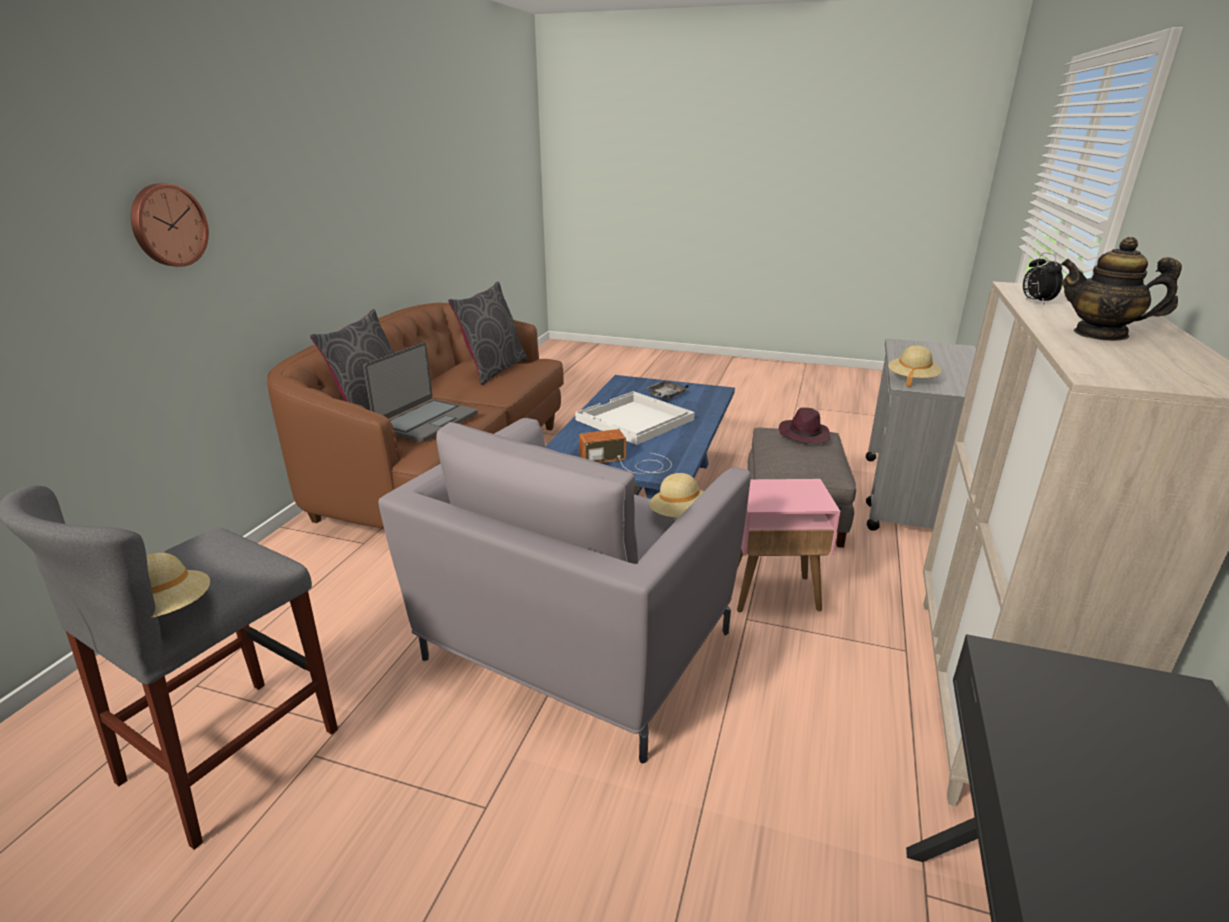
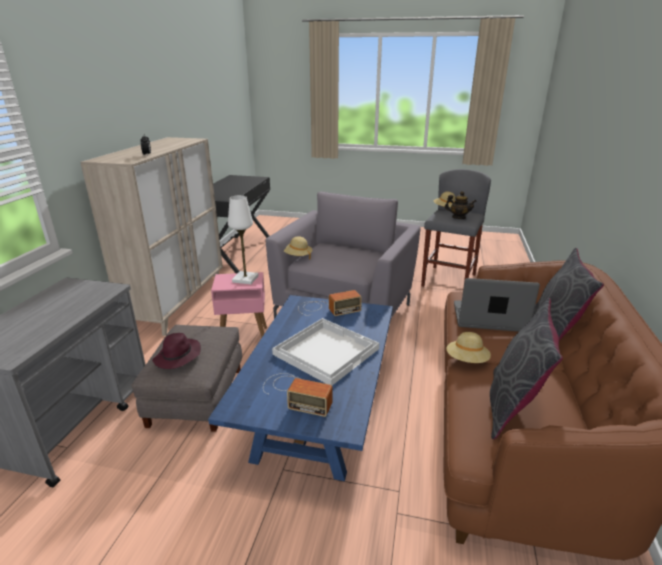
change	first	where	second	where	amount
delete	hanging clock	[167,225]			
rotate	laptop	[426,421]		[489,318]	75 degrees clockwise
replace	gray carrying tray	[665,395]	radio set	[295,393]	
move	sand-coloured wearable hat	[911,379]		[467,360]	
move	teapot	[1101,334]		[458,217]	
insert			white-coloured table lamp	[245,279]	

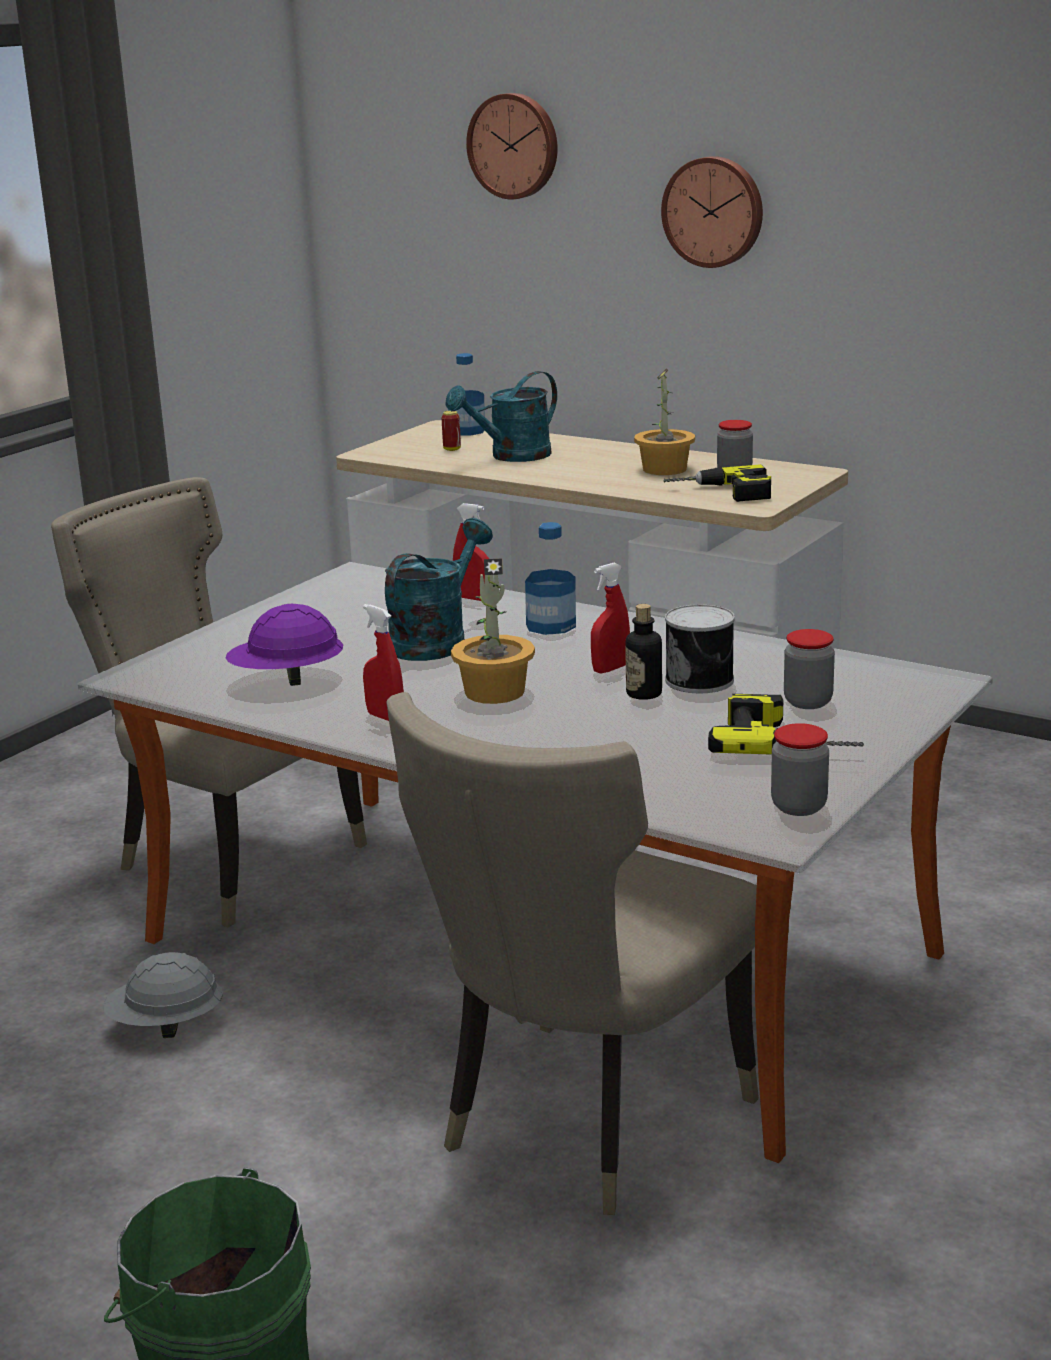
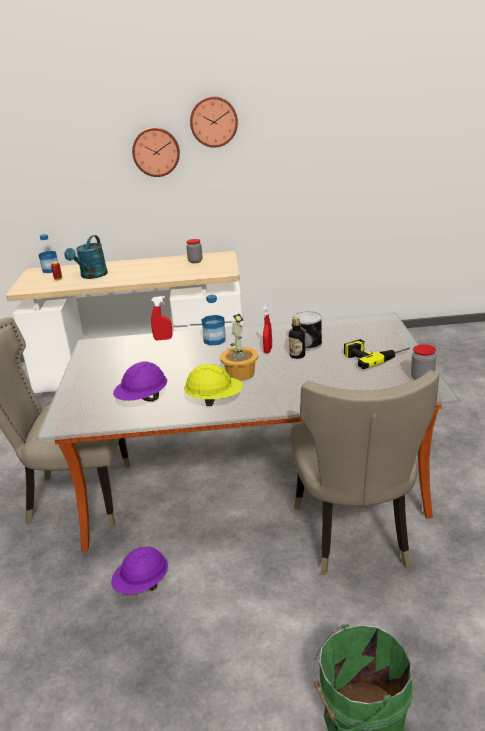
change	first	where	second	where	amount
recolor	gray hard hat	[166,1026]	purple-coloured hard hat	[142,584]	
replace	reddish spray bottle	[385,717]	yellow-coloured hard hat	[214,400]	
delete	blue-green sprinkling can	[435,641]			
move	hanging clock	[514,146]		[213,121]	
delete	plant in a pot	[665,469]			
delete	electric drill	[721,493]			
delete	preserve jar	[808,702]			

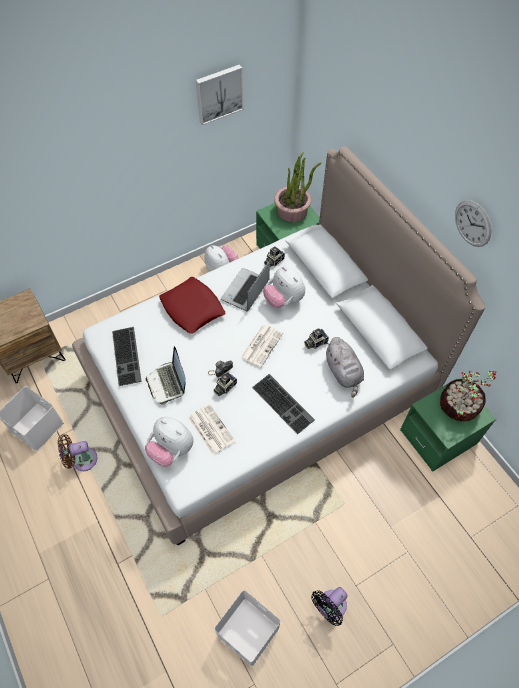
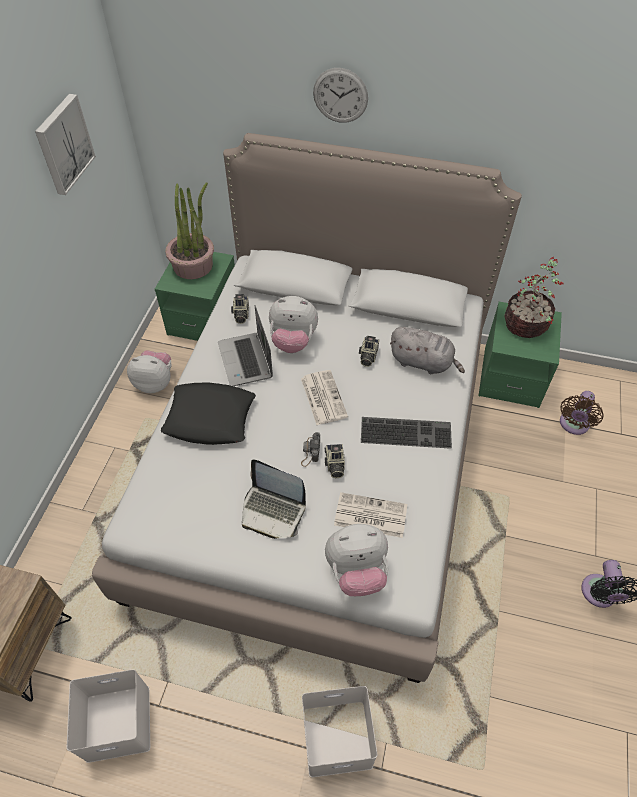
change	first	where	second	where	amount
move	brown cooling fan	[82,460]		[573,425]	
delete	keyboard	[128,356]			
recolor	reddish cushion	[192,308]	black cushion	[210,418]	
move	white-coloured storage box	[249,631]		[338,736]	
move	hanging clock	[472,223]		[340,95]	

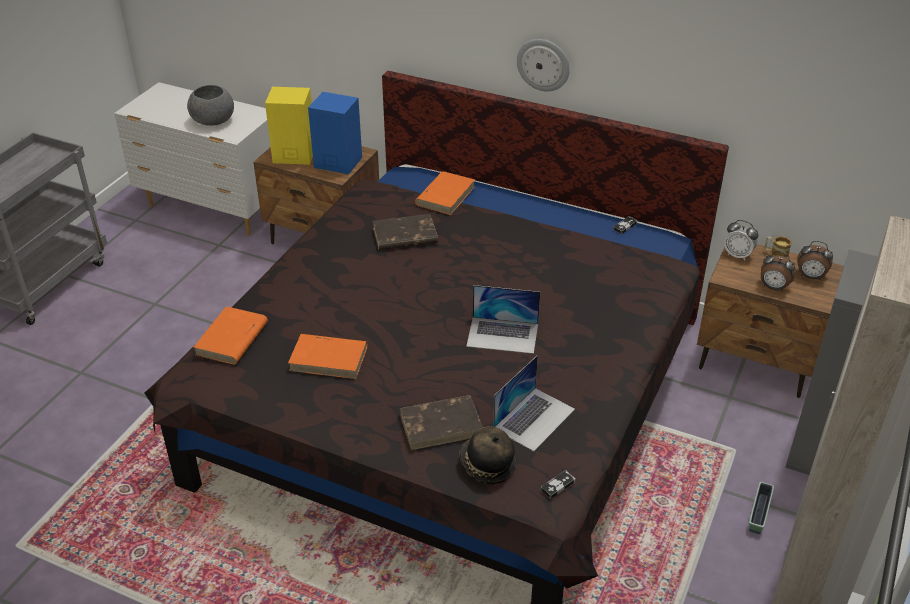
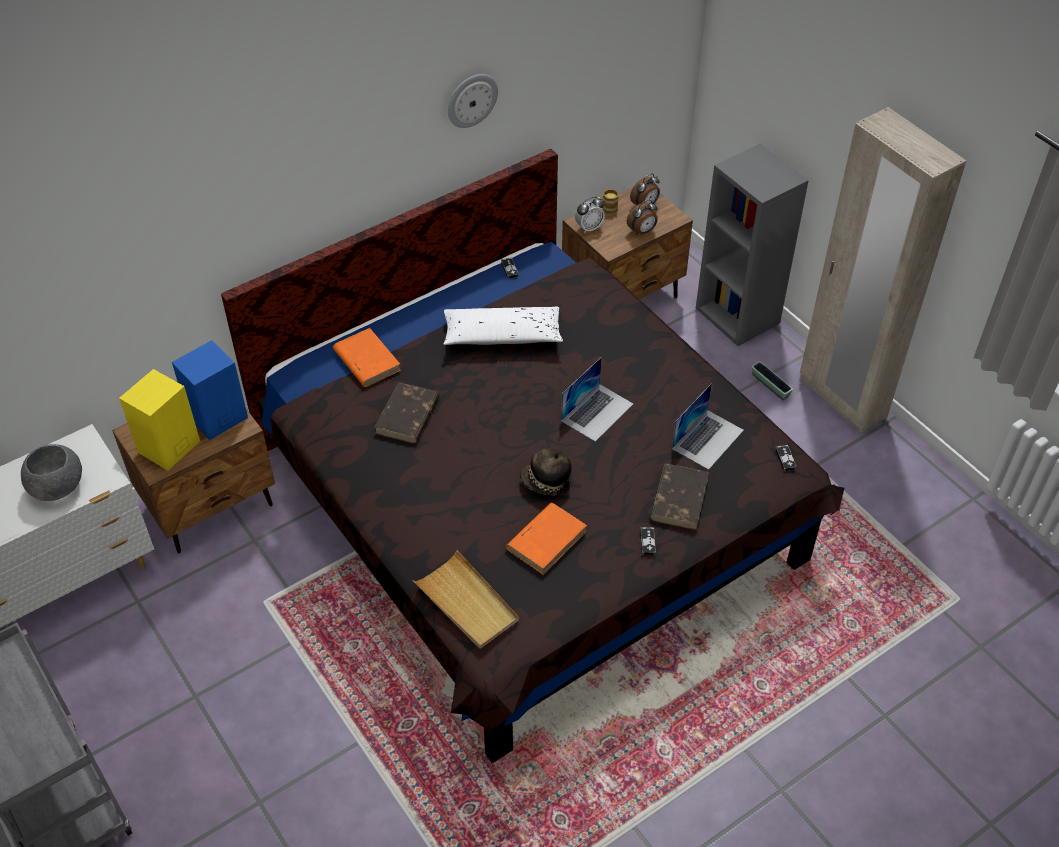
change	first	where	second	where	amount
replace	orange bound book	[231,339]	sand-coloured carrying tray	[467,603]	
move	wearable hat	[486,465]		[546,483]	
rotate	laptop	[534,418]		[707,439]	60 degrees clockwise
move	hanging clock	[543,64]		[471,100]	
insert			white-coloured cushion	[502,335]	
insert			joypad	[647,542]	

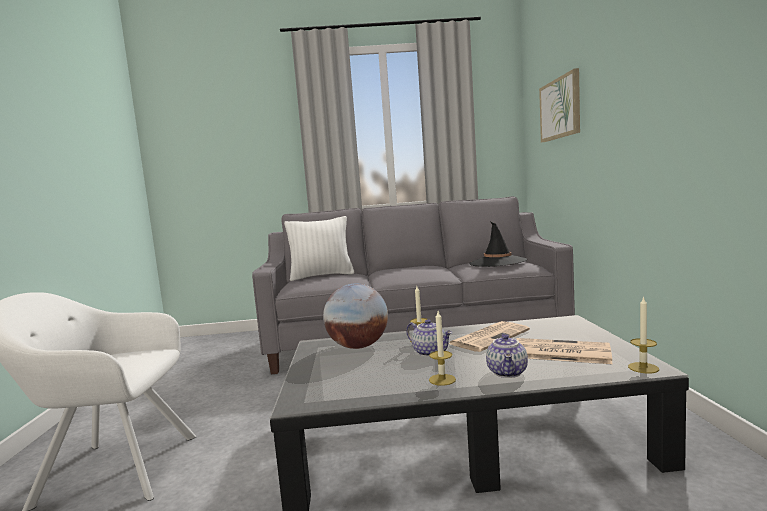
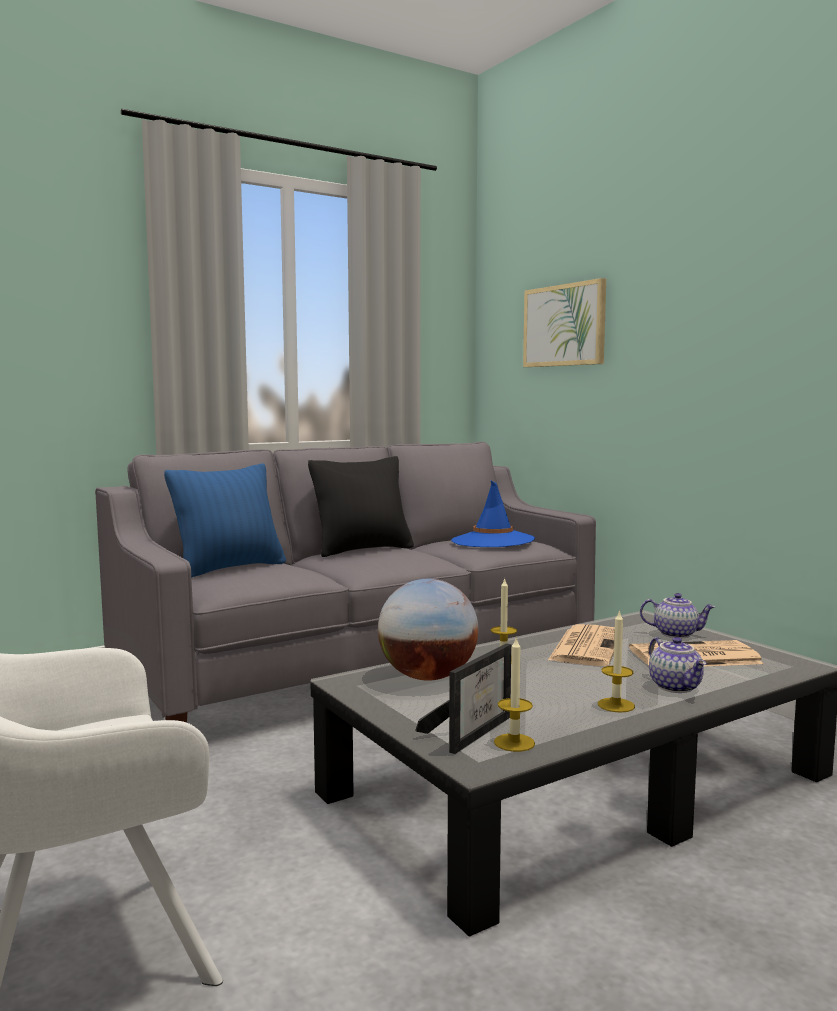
change	first	where	second	where	amount
recolor	white-coloured cushion	[322,276]	blue-coloured cushion	[229,568]	
move	teapot	[430,352]		[676,634]	
recolor	black wearable hat	[497,262]	blue-coloured wearable hat	[492,541]	
move	wax light	[643,368]		[514,742]	
insert			black cushion	[362,550]	
insert			picture frame	[472,731]	

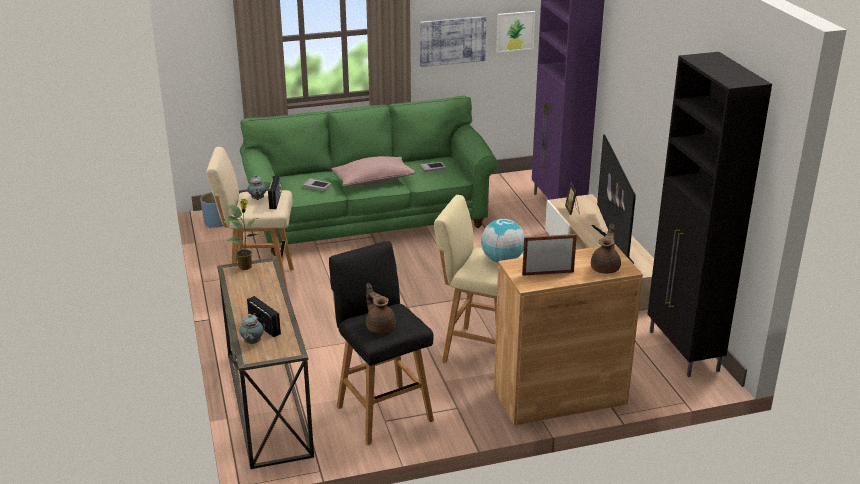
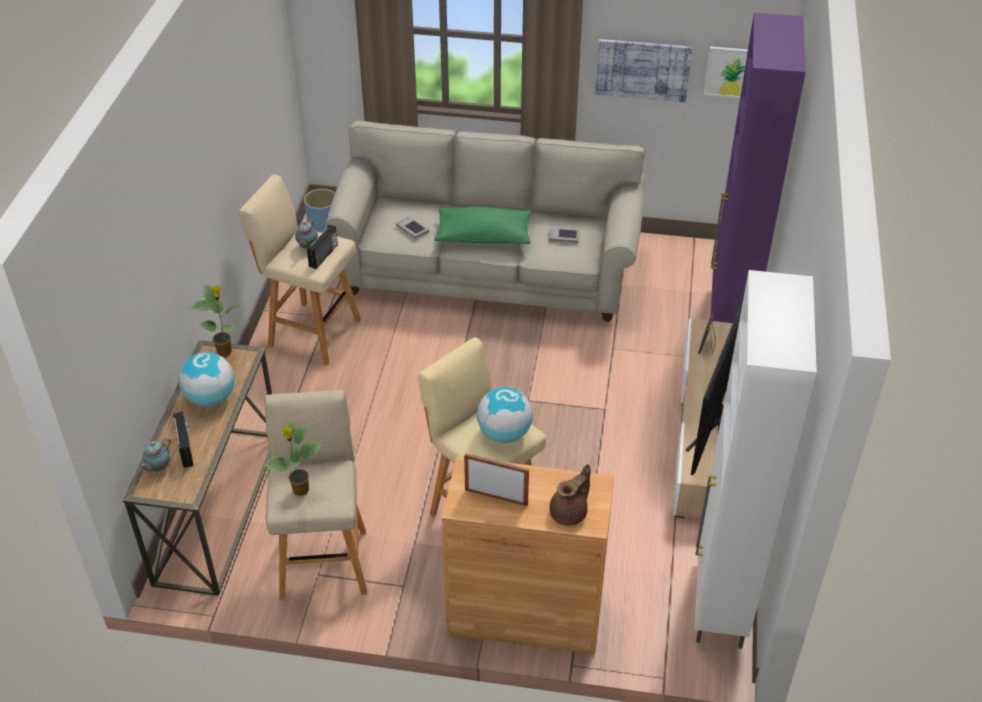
change	first	where	second	where	amount
recolor	green couch	[369,221]	sand-coloured couch	[488,272]	
recolor	black stool	[383,411]	sand-coloured stool	[323,561]	
recolor	pink cushion	[373,181]	green cushion	[483,236]	
replace	brown teapot	[380,326]	plant in a pot	[300,491]	
recolor	black cabinet	[683,351]	white-coloured cabinet	[719,601]	
insert			globe	[211,398]	

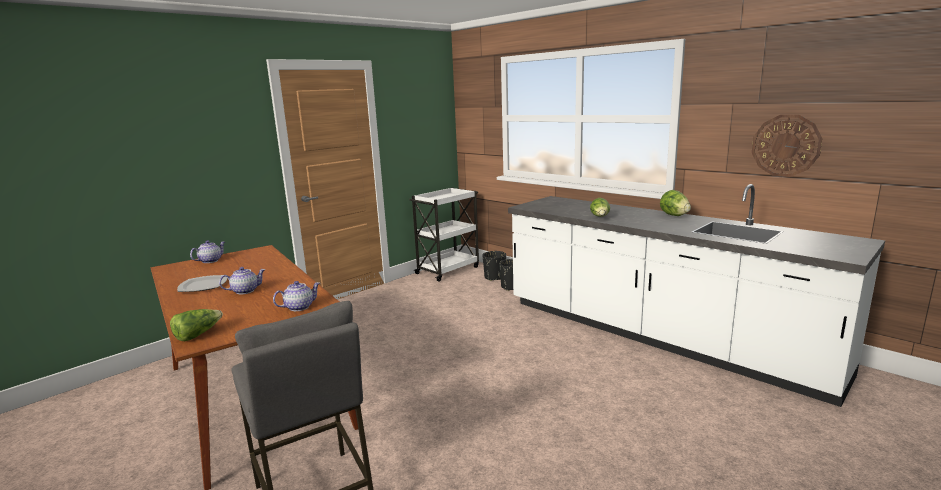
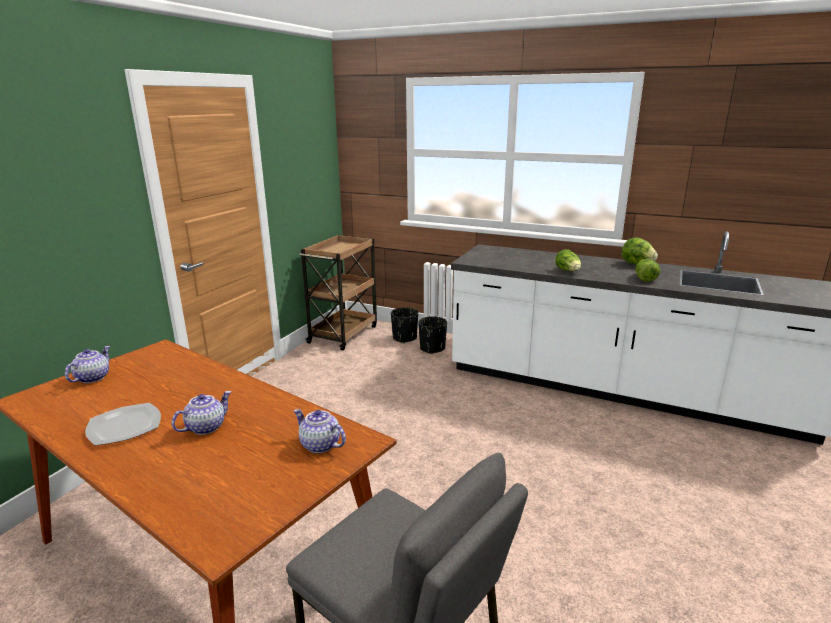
change	first	where	second	where	amount
move	lettuce head	[198,335]		[645,278]	
rotate	teapot	[299,307]		[319,445]	90 degrees counterclockwise
recolor	white-coloured trolley	[448,270]	brown trolley	[344,334]	
delete	hanging clock	[785,145]			

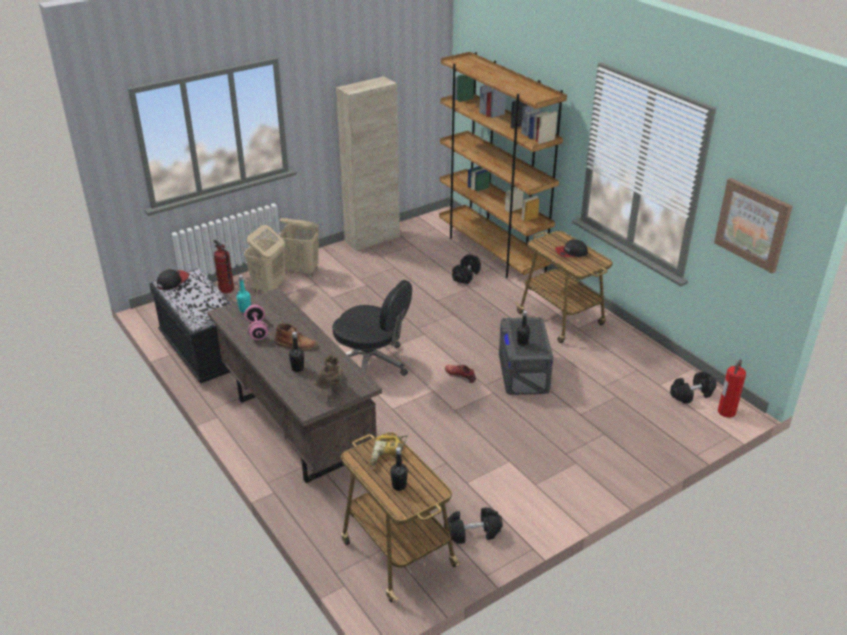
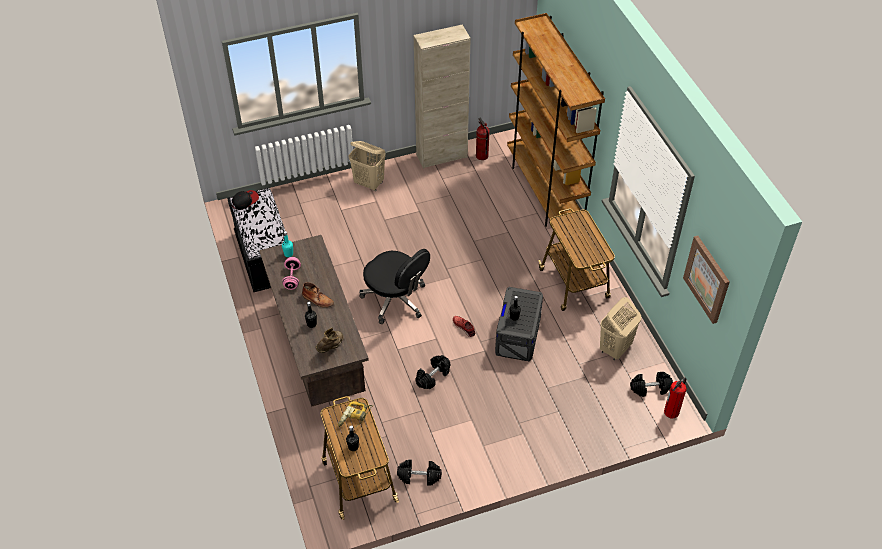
change	first	where	second	where	amount
move	fire extinguisher	[226,289]		[481,156]	
move	sand-coloured washing basket	[269,288]		[615,349]	
move	black dumbbell	[466,276]		[433,376]	
delete	baseball cap	[571,253]			

